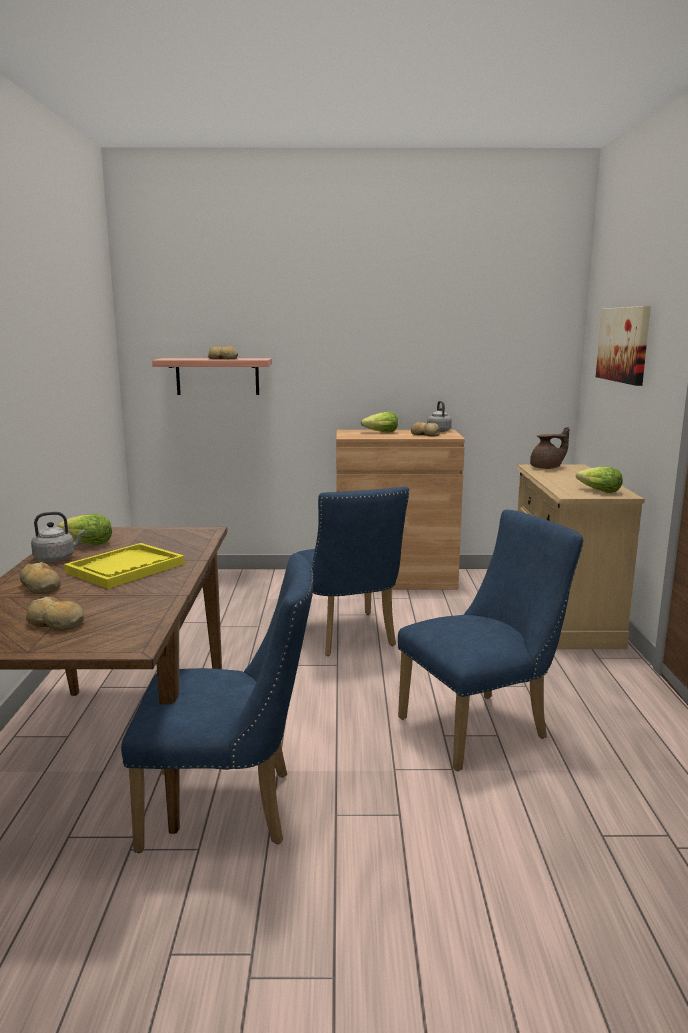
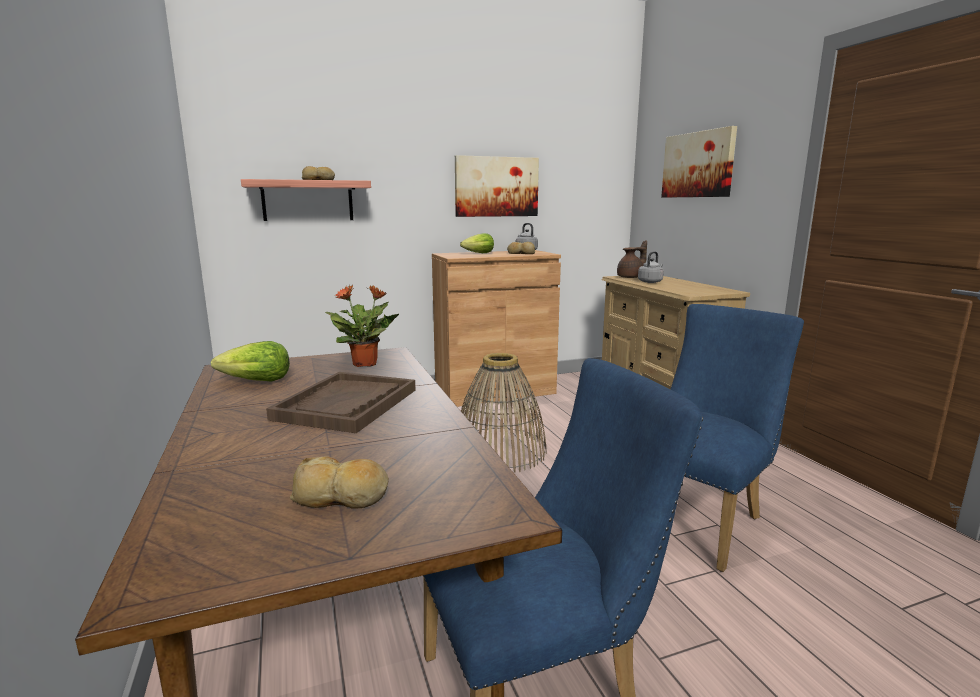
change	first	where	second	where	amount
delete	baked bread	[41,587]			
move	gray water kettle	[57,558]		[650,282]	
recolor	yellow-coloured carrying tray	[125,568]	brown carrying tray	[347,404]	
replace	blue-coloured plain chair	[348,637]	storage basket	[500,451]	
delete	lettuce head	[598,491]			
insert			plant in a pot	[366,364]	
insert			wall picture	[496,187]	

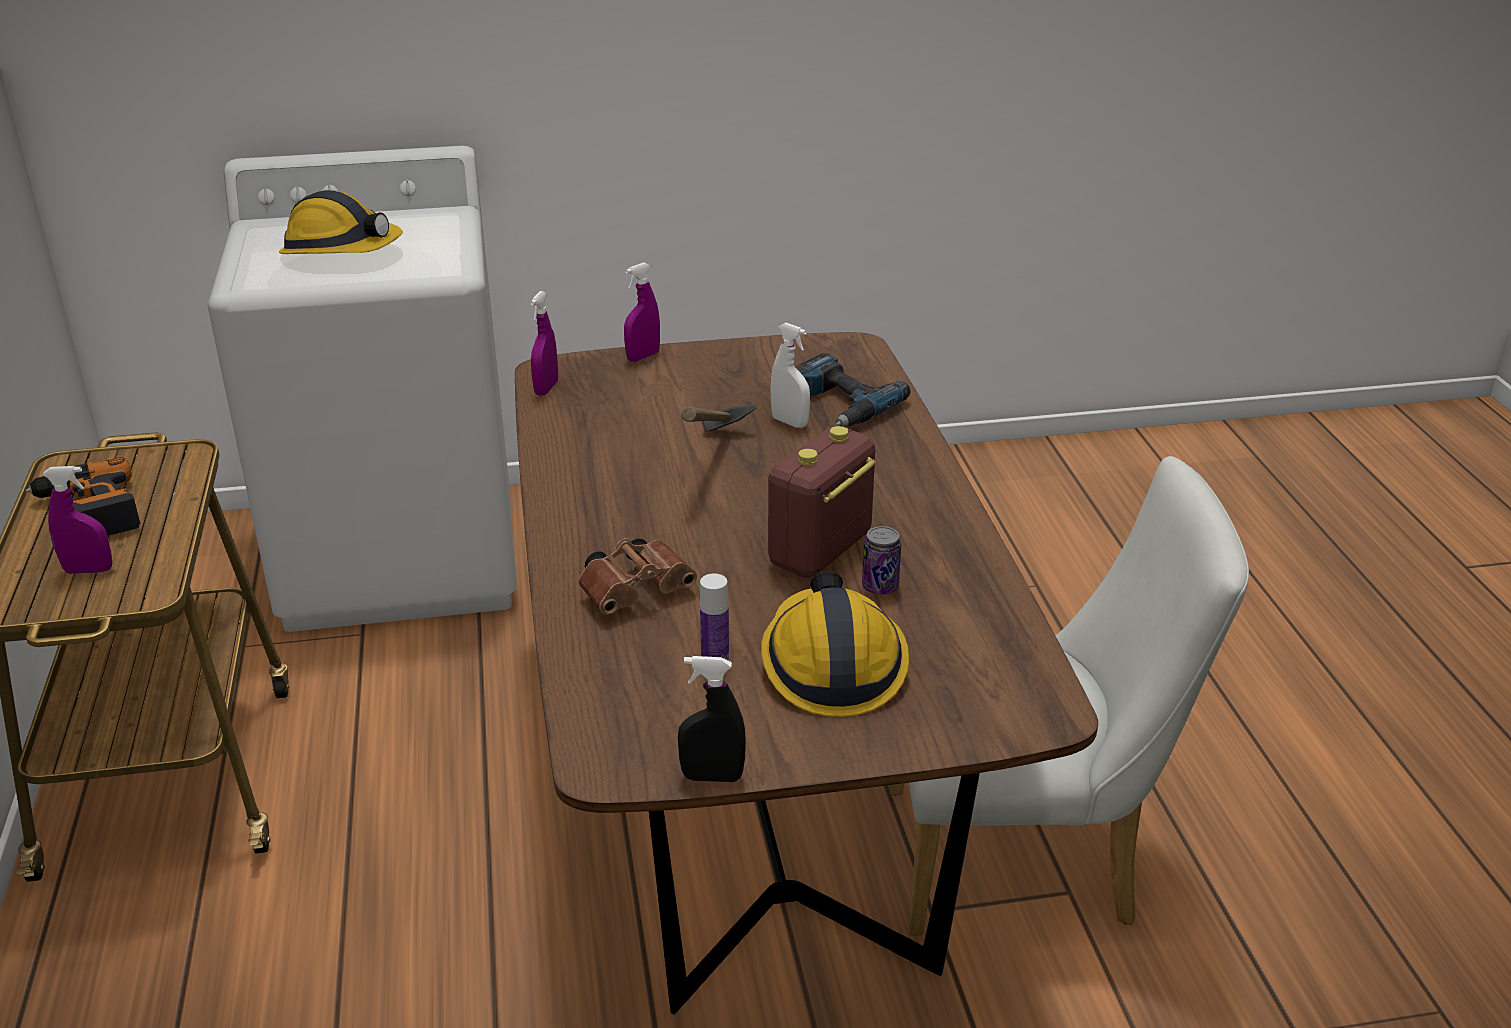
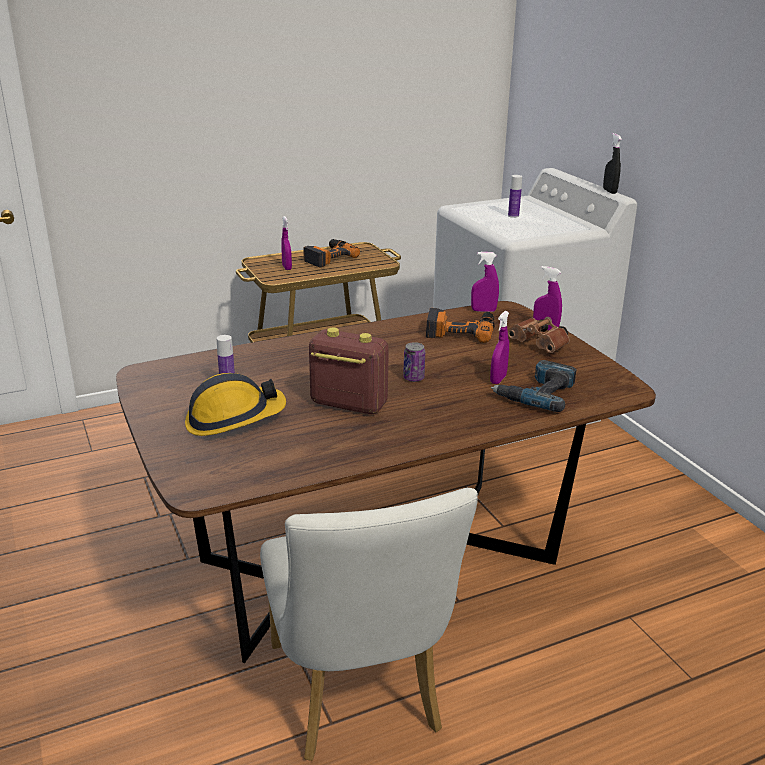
change	first	where	second	where	amount
replace	hard hat	[341,251]	bottle	[513,216]	
move	brown pair of binoculars	[638,591]		[540,345]	
move	black spray bottle	[712,777]		[609,191]	
delete	hand hammer	[715,462]			
recolor	white-coloured spray bottle	[789,422]	purple-coloured spray bottle	[498,379]	
move	metal can	[880,587]		[413,378]	
insert			electric drill	[460,331]	

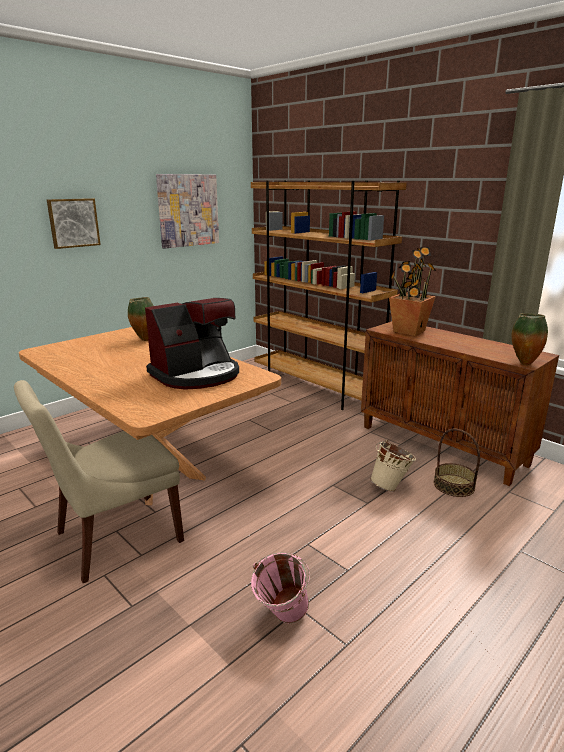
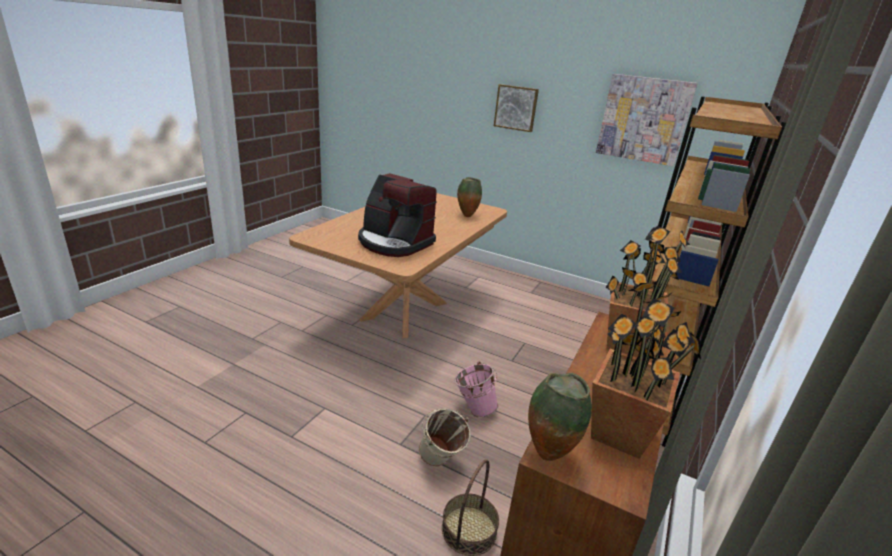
change	first	where	second	where	amount
delete	sand-coloured plain chair	[114,538]			
move	pink pail	[281,619]		[473,409]	
insert			plant in a pot	[621,434]	

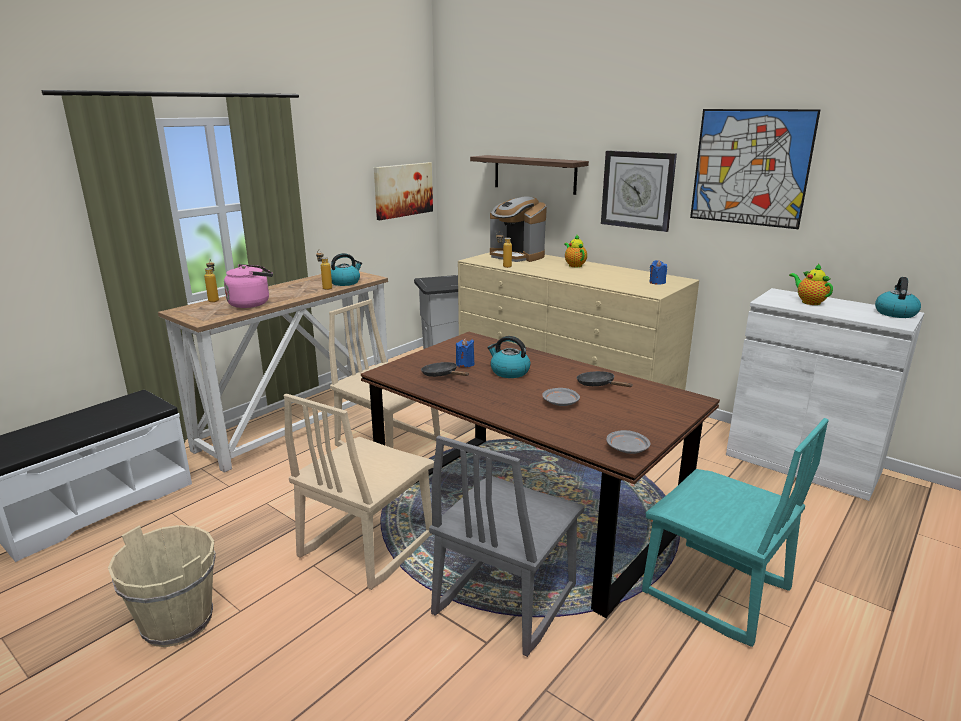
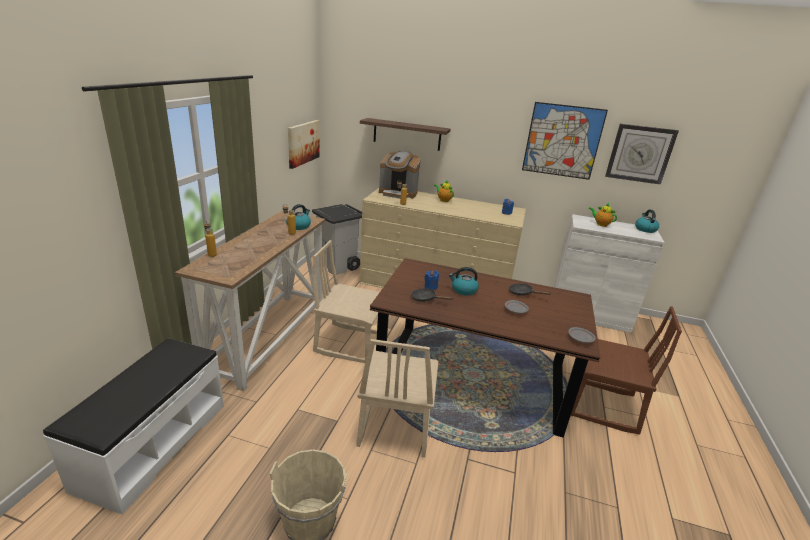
change	first	where	second	where	amount
delete	pink water kettle	[252,303]			
delete	gray plain chair	[504,600]			
move	hanging clock	[637,190]		[640,154]	
recolor	blue-green plain chair	[715,592]	brown plain chair	[602,406]	

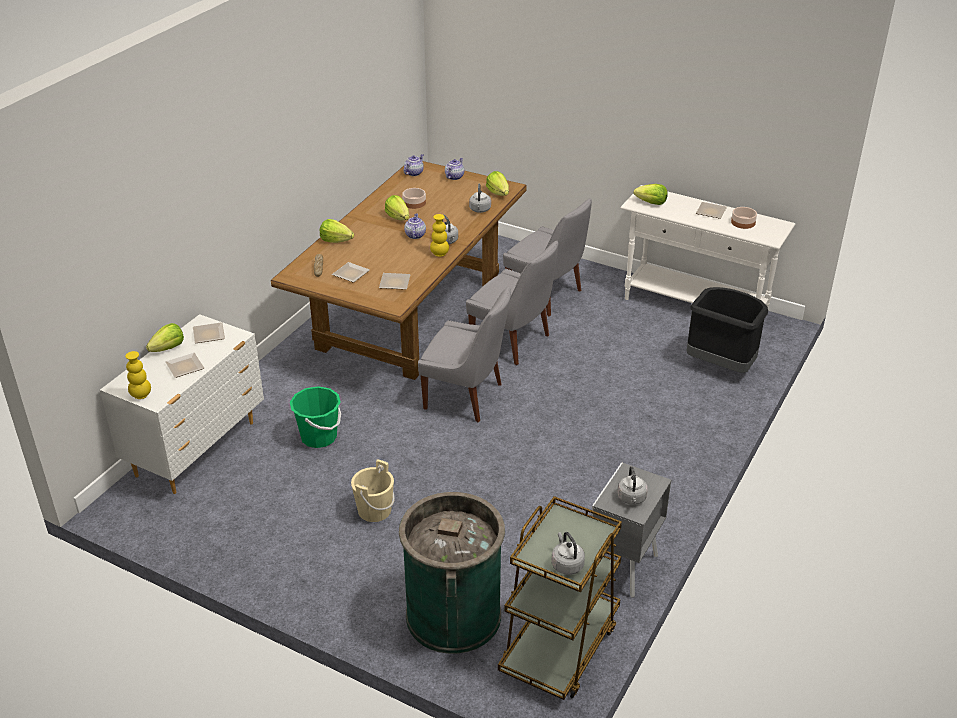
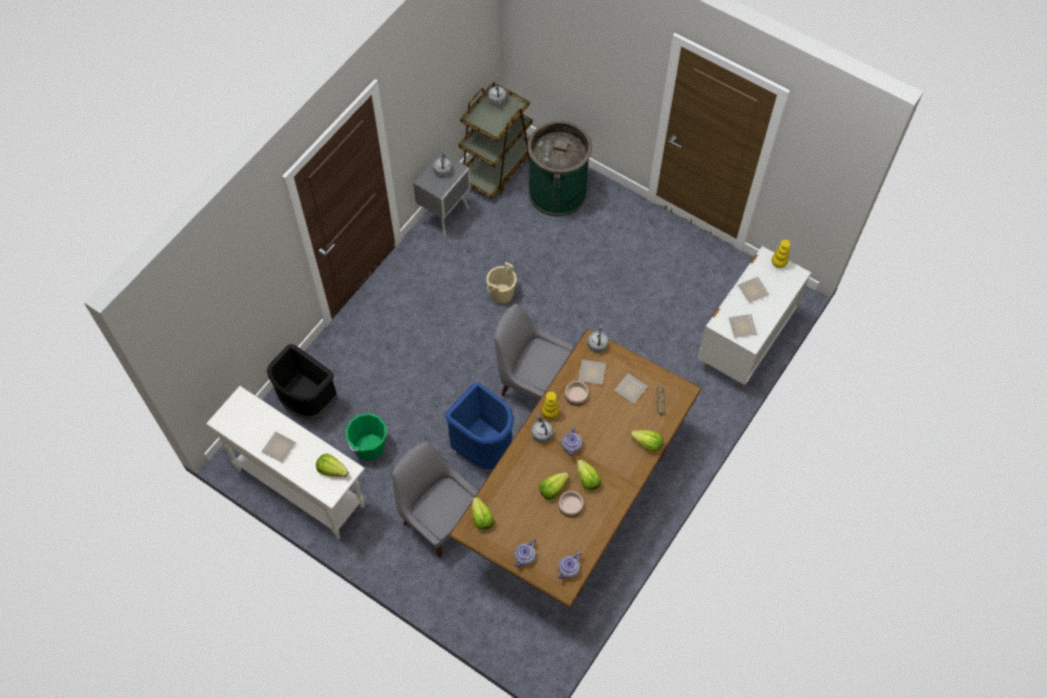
change	first	where	second	where	amount
move	lettuce head	[168,348]		[553,489]	
move	green pail	[319,437]		[370,447]	
move	sand-coloured pail	[374,510]		[501,293]	
replace	gray plain chair	[513,342]	blue-coloured trash can	[483,449]	
move	gray water kettle	[480,210]		[597,344]	
move	deep dish	[742,222]		[576,395]	

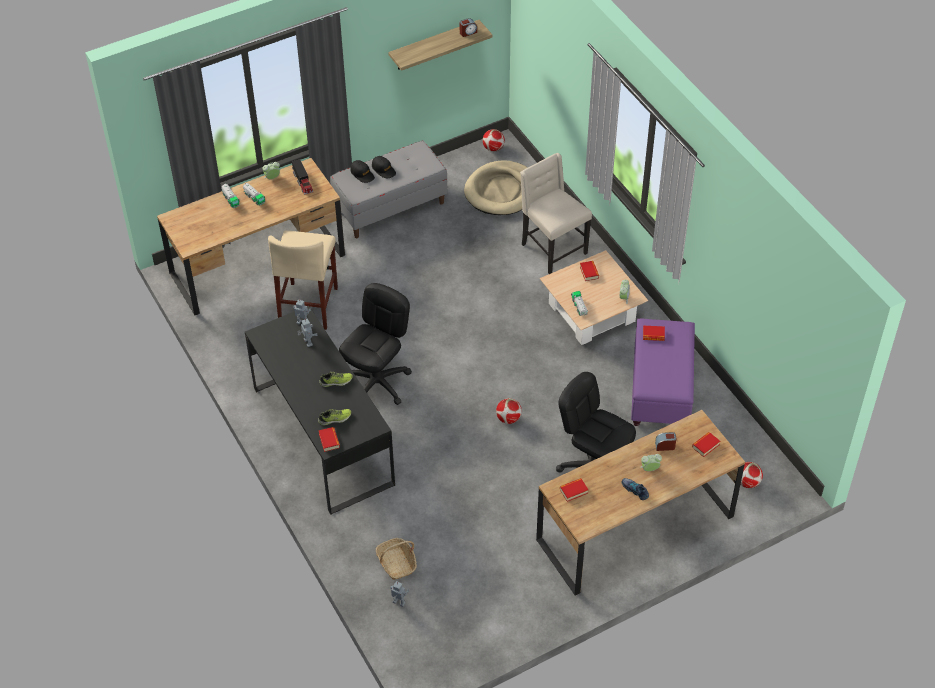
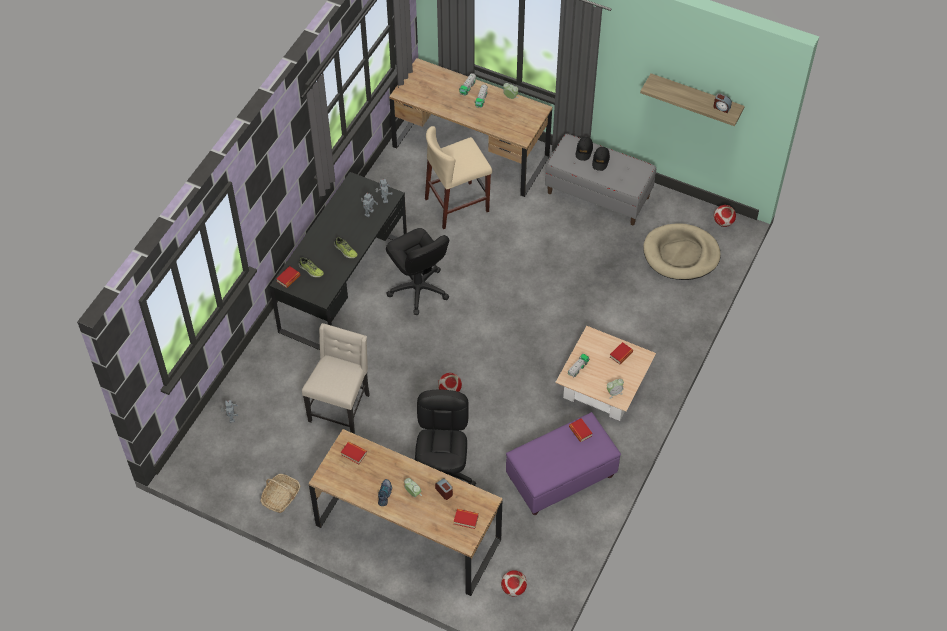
change	first	where	second	where	amount
delete	toy lorry	[303,182]			
rotate	black office chair	[377,383]		[418,289]	60 degrees clockwise
move	storage basket	[396,563]		[281,497]	
move	sand-coloured plain chair	[552,249]		[340,407]	

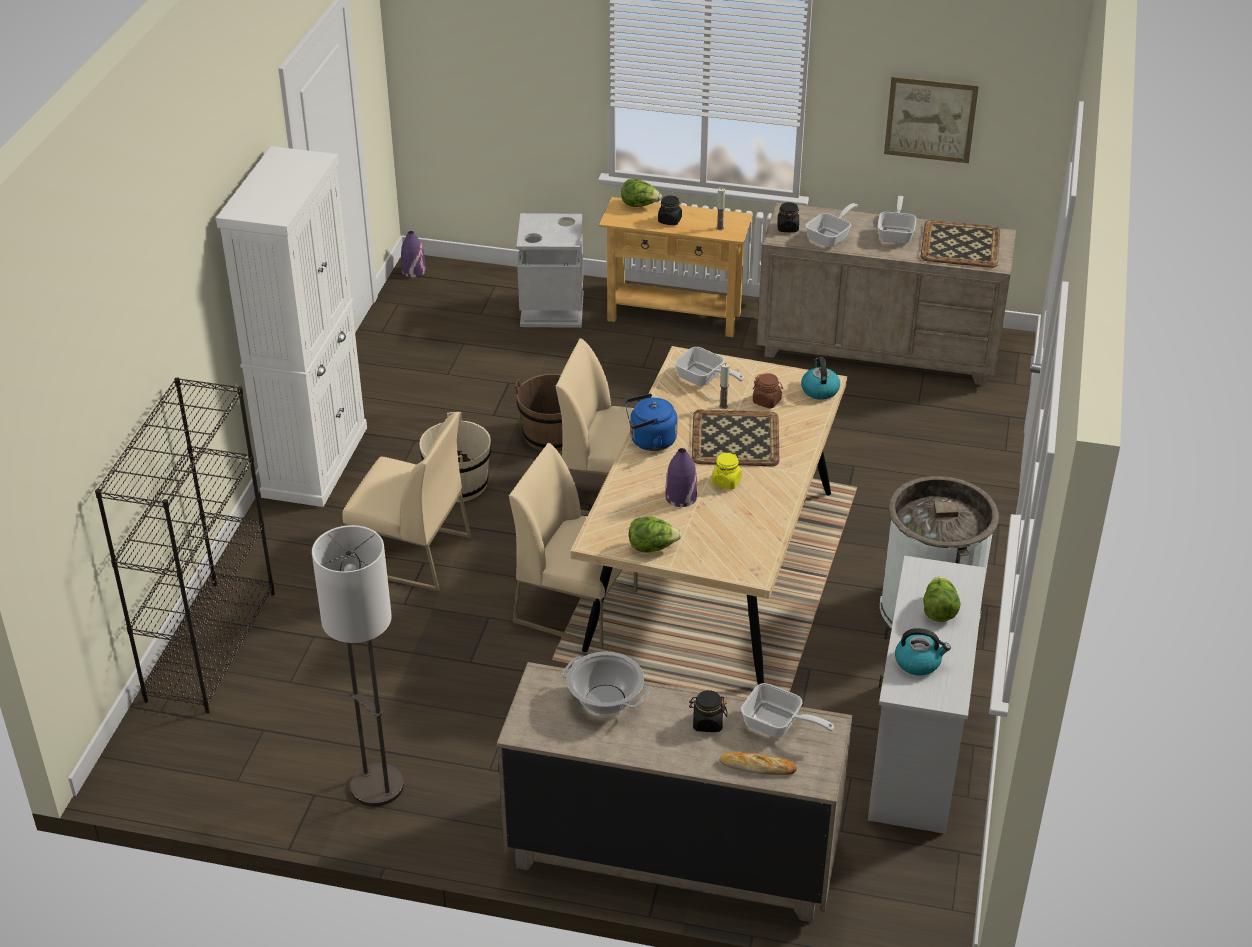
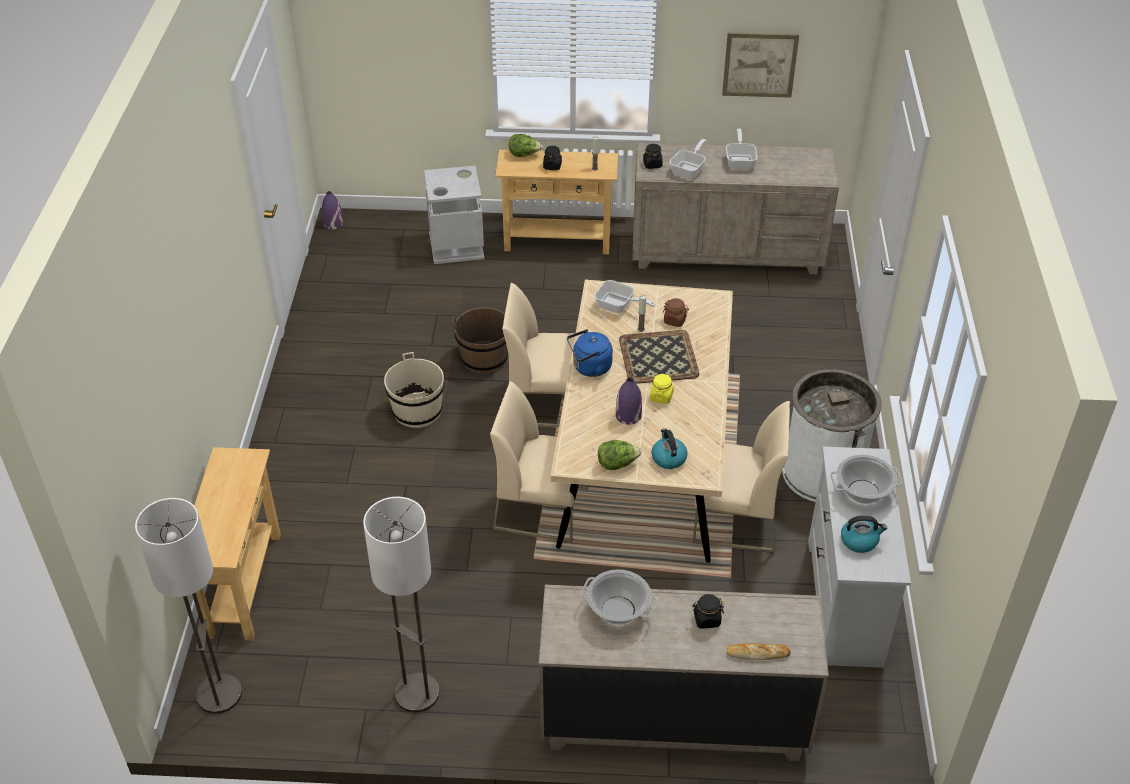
change	first	where	second	where	amount
replace	black bookshelf	[211,645]	sand-coloured console table	[244,584]	
delete	white-coloured cabinet	[315,461]			
move	sand-coloured plain chair	[410,554]		[734,520]	
delete	frying pan	[777,726]			
move	water kettle	[819,390]		[668,458]	
delete	carrying tray	[961,245]			
replace	lettuce head	[938,610]	cooking pot	[863,492]	
insert			standard lamp	[219,695]	

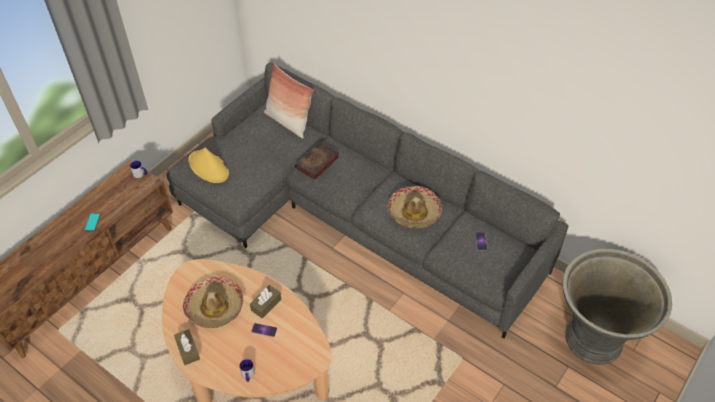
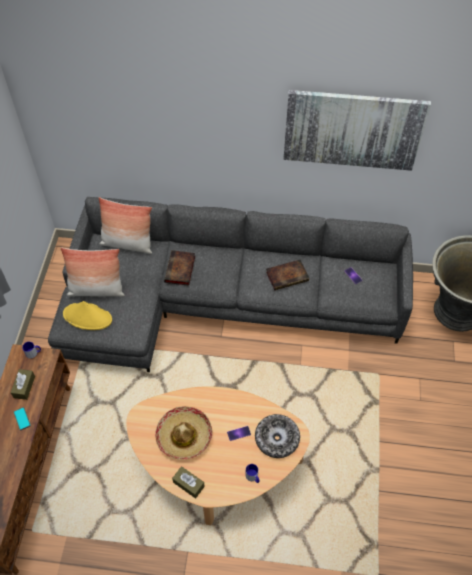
change	first	where	second	where	amount
move	brown box of tissues	[266,304]		[24,387]	
replace	wearable hat	[414,212]	bound book	[288,276]	
insert			cushion	[97,290]	
insert			deep dish	[277,438]	
insert			wall picture	[353,130]	

